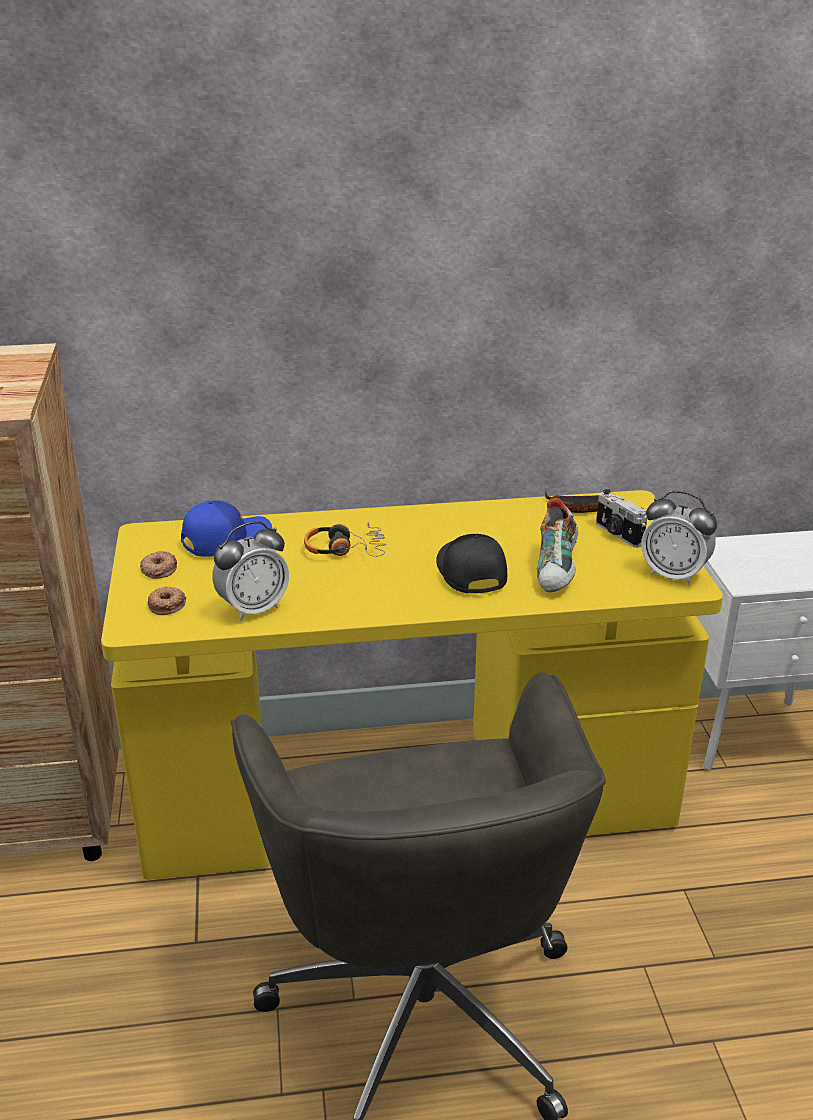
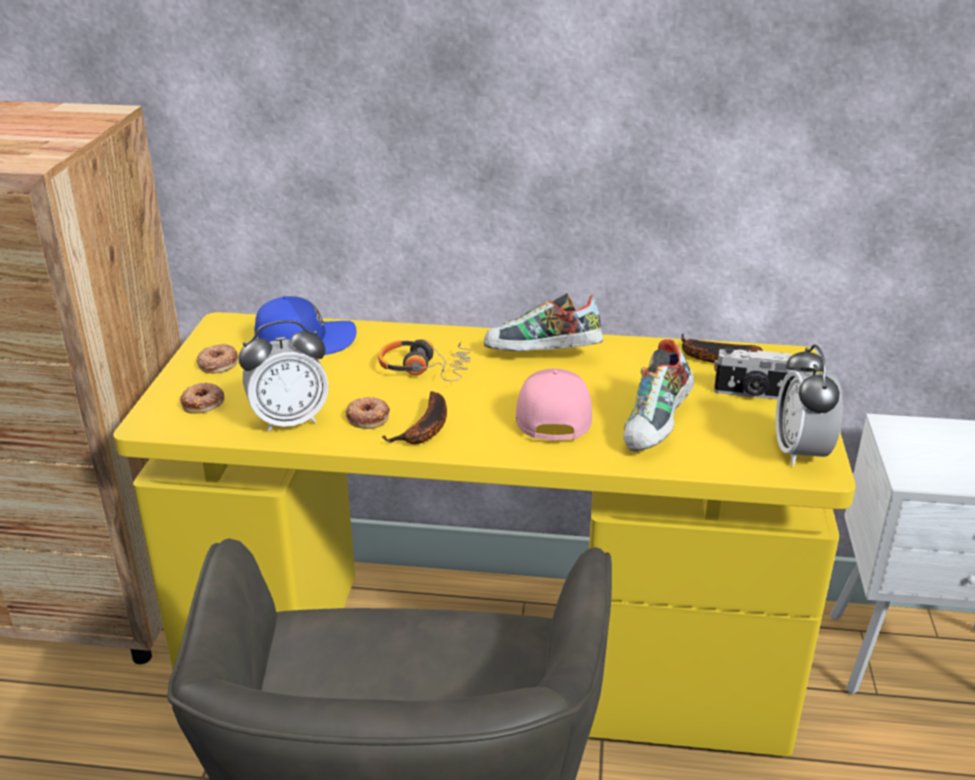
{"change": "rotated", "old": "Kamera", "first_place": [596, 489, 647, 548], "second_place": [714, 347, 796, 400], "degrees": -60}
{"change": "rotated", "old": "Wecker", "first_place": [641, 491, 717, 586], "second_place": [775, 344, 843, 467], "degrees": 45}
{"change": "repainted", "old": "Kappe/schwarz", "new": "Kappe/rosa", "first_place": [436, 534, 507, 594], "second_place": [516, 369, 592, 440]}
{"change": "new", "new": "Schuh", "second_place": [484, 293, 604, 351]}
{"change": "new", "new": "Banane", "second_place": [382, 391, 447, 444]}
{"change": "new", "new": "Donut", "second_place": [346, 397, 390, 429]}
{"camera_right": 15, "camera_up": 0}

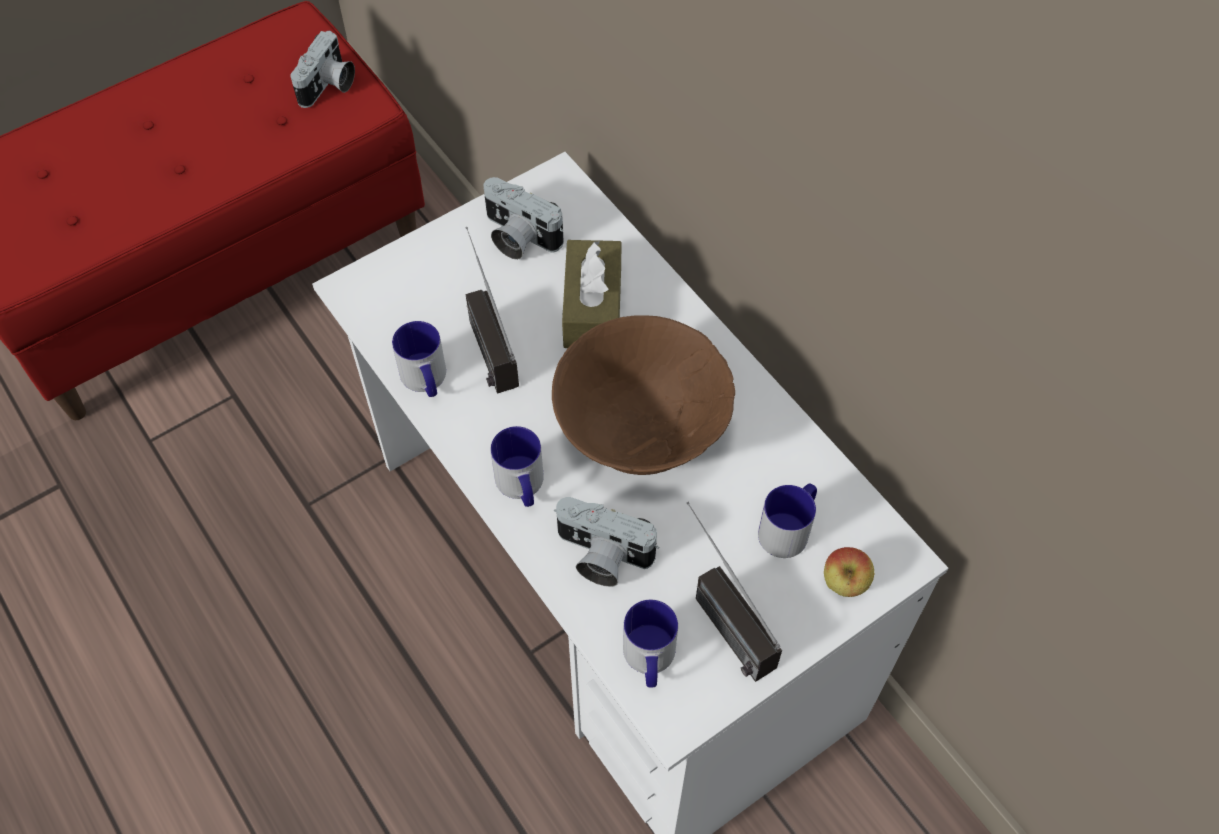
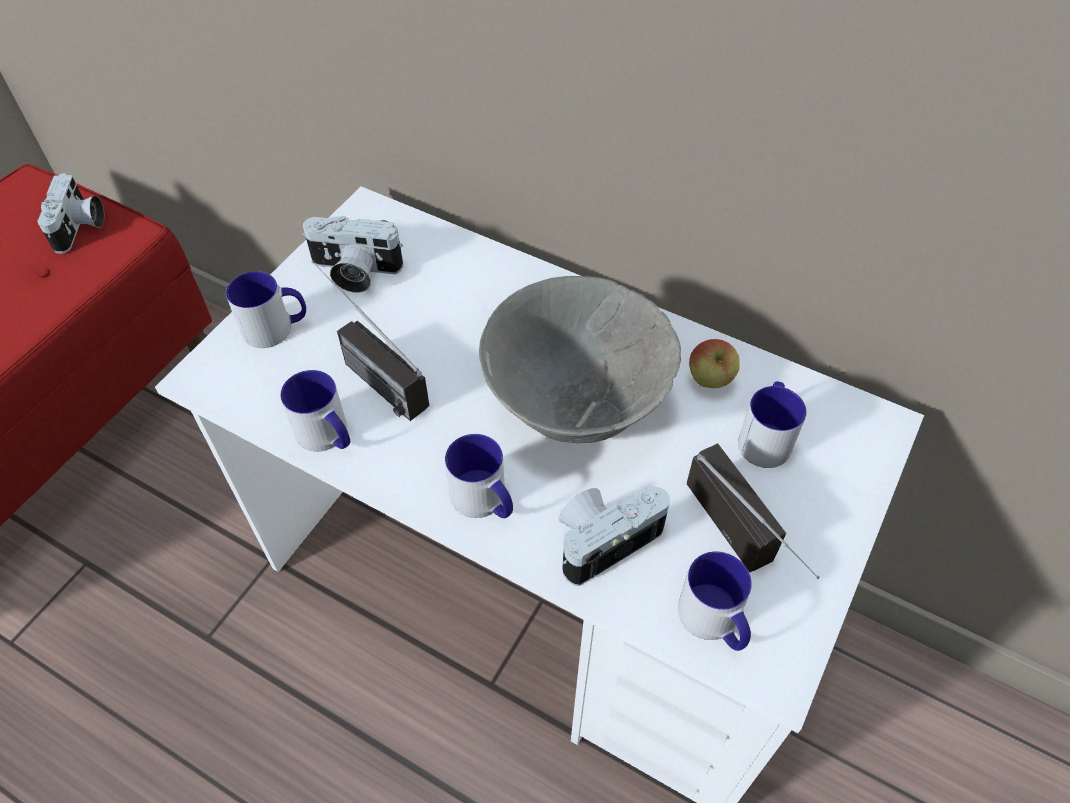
{"change": "gone", "old": "Taschentuchbox/braun", "first_place": [562, 240, 622, 348]}
{"change": "repainted", "old": "Schüssel/braun", "new": "Schüssel/grau", "first_place": [552, 316, 735, 475], "second_place": [479, 276, 681, 443]}
{"change": "rotated", "old": "Kamera", "first_place": [554, 497, 660, 587], "second_place": [559, 487, 670, 586], "degrees": 150}
{"change": "rotated", "old": "Radio", "first_place": [687, 502, 782, 682], "second_place": [687, 443, 820, 579], "degrees": -150}
{"change": "shifted", "old": "Apfel", "first_place": [824, 547, 874, 597], "second_place": [689, 339, 740, 388]}
{"change": "new", "new": "Henkelbecher", "second_place": [226, 271, 306, 348]}
{"camera_right": -25, "camera_up": -5}

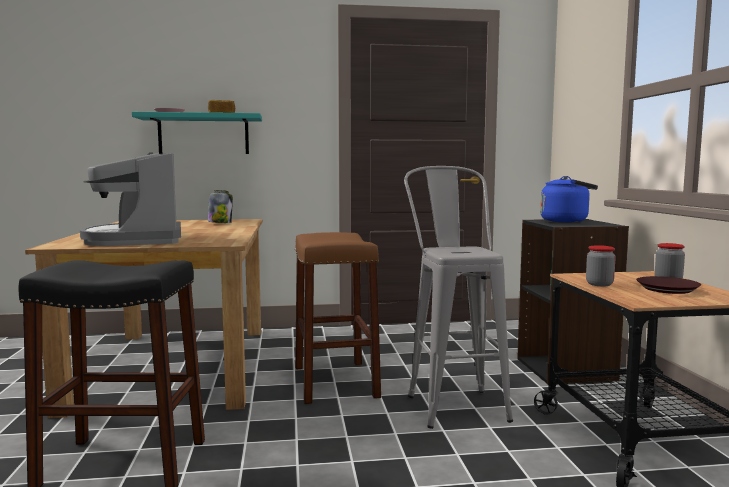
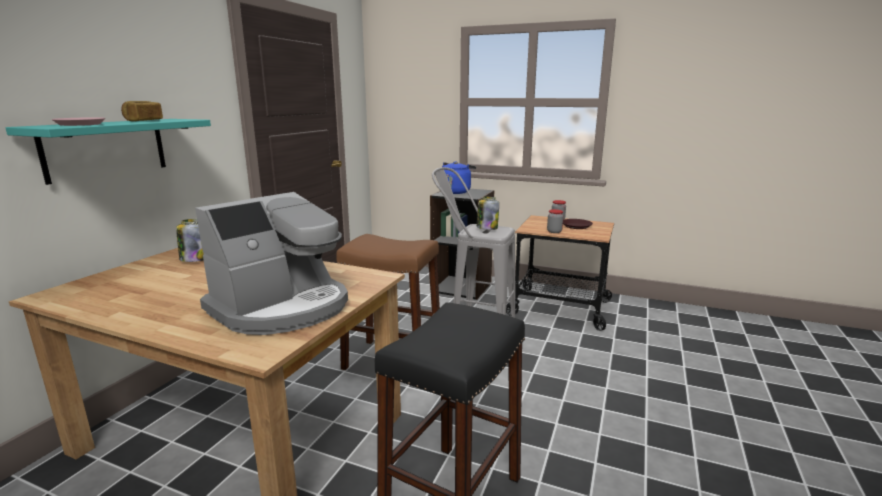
{"change": "rotated", "old": "Kaffeemaschine", "first_place": [80, 152, 181, 246], "second_place": [195, 192, 348, 335], "degrees": -60}
{"change": "new", "new": "Vorratsglas", "second_place": [477, 197, 499, 230]}
{"camera_right": -60, "camera_up": 10}

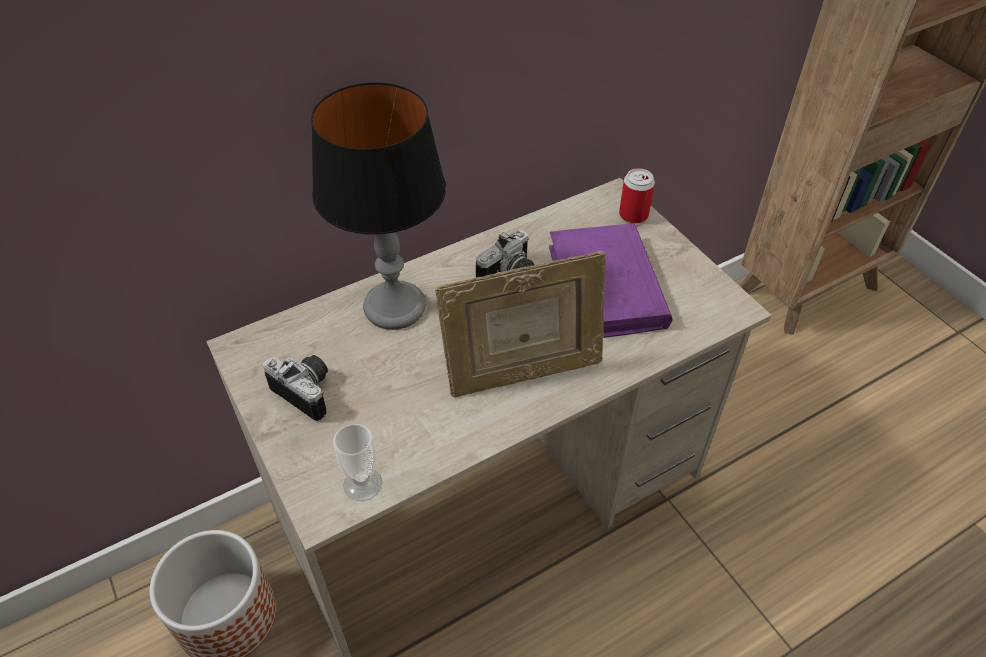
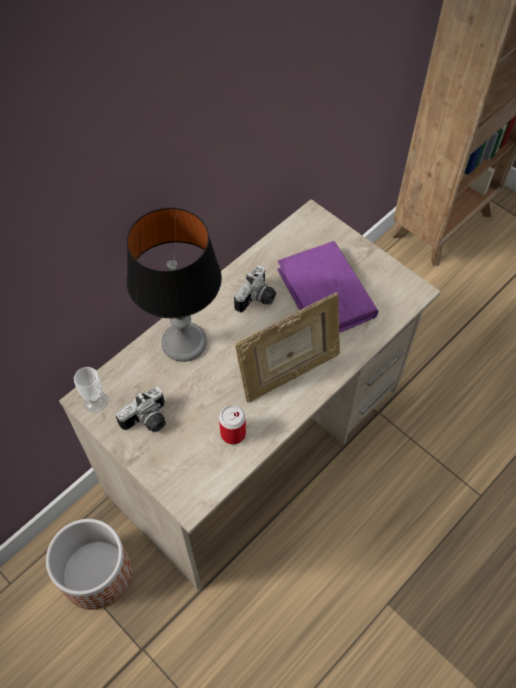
{"change": "shifted", "old": "Dose", "first_place": [619, 168, 655, 223], "second_place": [219, 405, 246, 445]}
{"change": "rotated", "old": "Kamera", "first_place": [263, 355, 328, 421], "second_place": [116, 386, 166, 432], "degrees": 120}
{"change": "shifted", "old": "Tasse", "first_place": [333, 424, 382, 501], "second_place": [74, 367, 108, 413]}
{"camera_right": -15, "camera_up": 10}

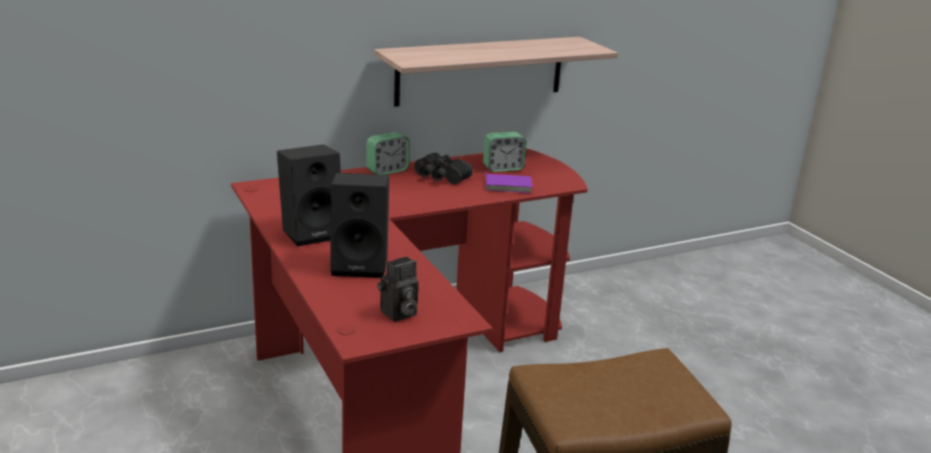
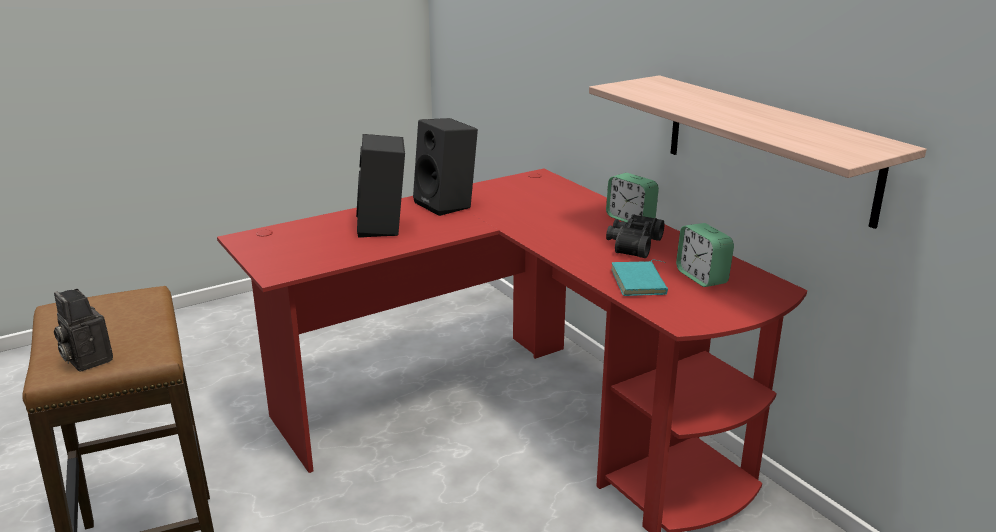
{"change": "repainted", "old": "Buch/lila", "new": "Buch/türkis", "first_place": [484, 172, 533, 193], "second_place": [611, 260, 668, 296]}
{"change": "shifted", "old": "Kamera", "first_place": [378, 256, 419, 322], "second_place": [54, 289, 113, 372]}
{"camera_right": 85, "camera_up": 0}

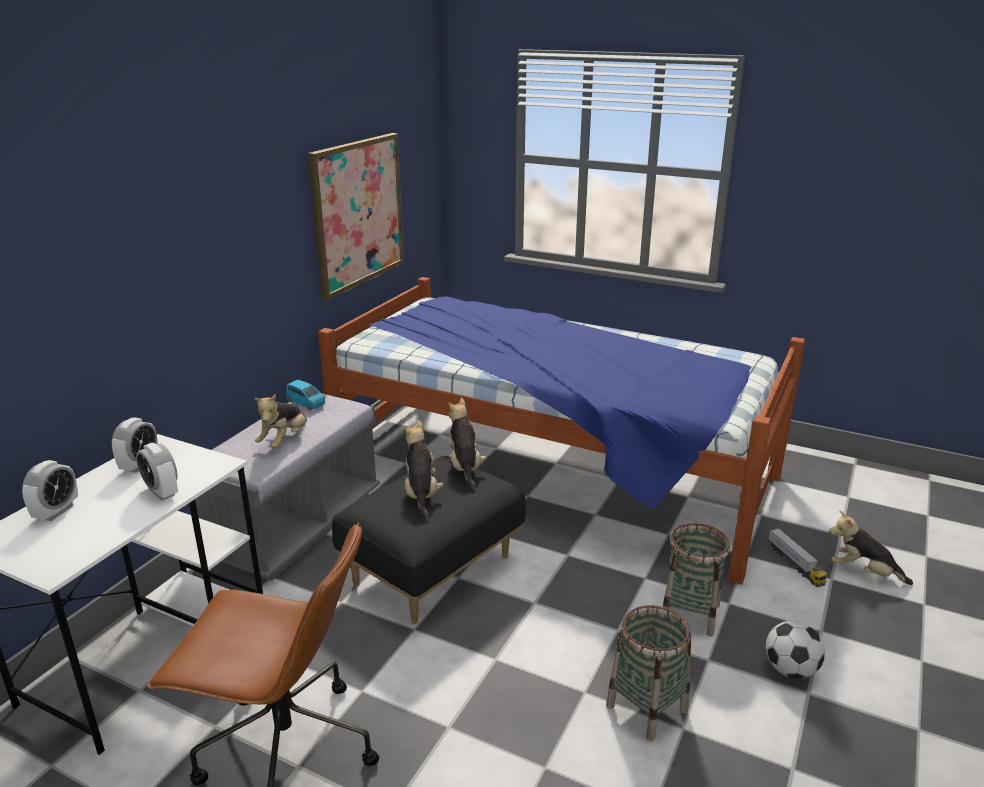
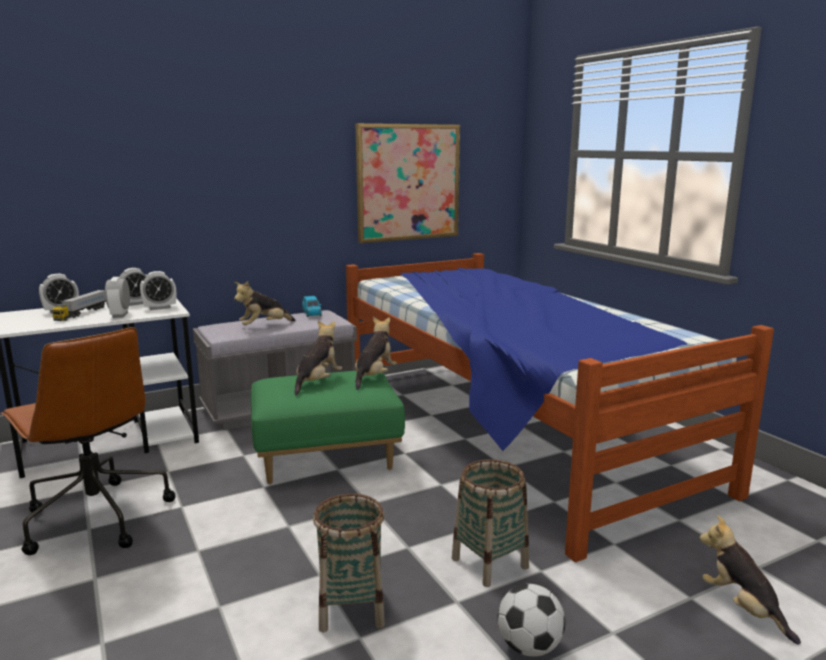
{"change": "repainted", "old": "Polsterhocker/schwarz", "new": "Polsterhocker/grün", "first_place": [332, 456, 526, 624], "second_place": [251, 371, 405, 484]}
{"change": "shifted", "old": "Spielzeuglaster", "first_place": [769, 528, 827, 587], "second_place": [52, 290, 106, 321]}
{"change": "new", "new": "Wecker", "second_place": [140, 271, 176, 310]}
{"camera_right": 35, "camera_up": -10}

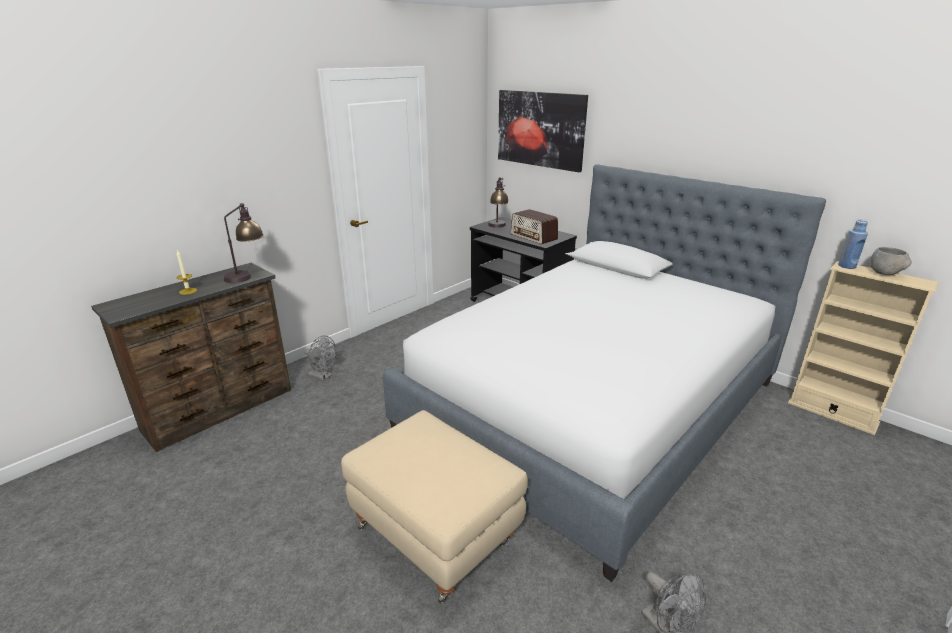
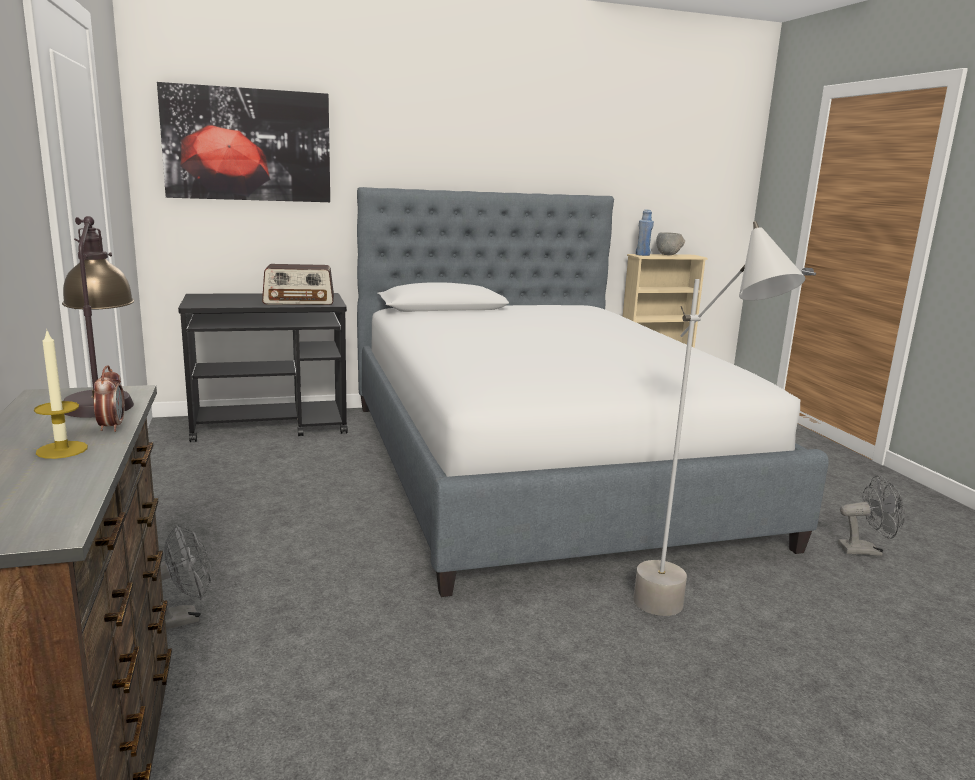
{"change": "gone", "old": "Tischlampe", "first_place": [488, 177, 509, 228]}
{"change": "swapped", "old": "Polsterhocker/beige", "new": "Stehlampe/grau", "first_place": [341, 410, 528, 604], "second_place": [633, 221, 805, 616]}
{"change": "new", "new": "Wecker", "second_place": [94, 365, 125, 432]}
{"camera_right": -60, "camera_up": -10}

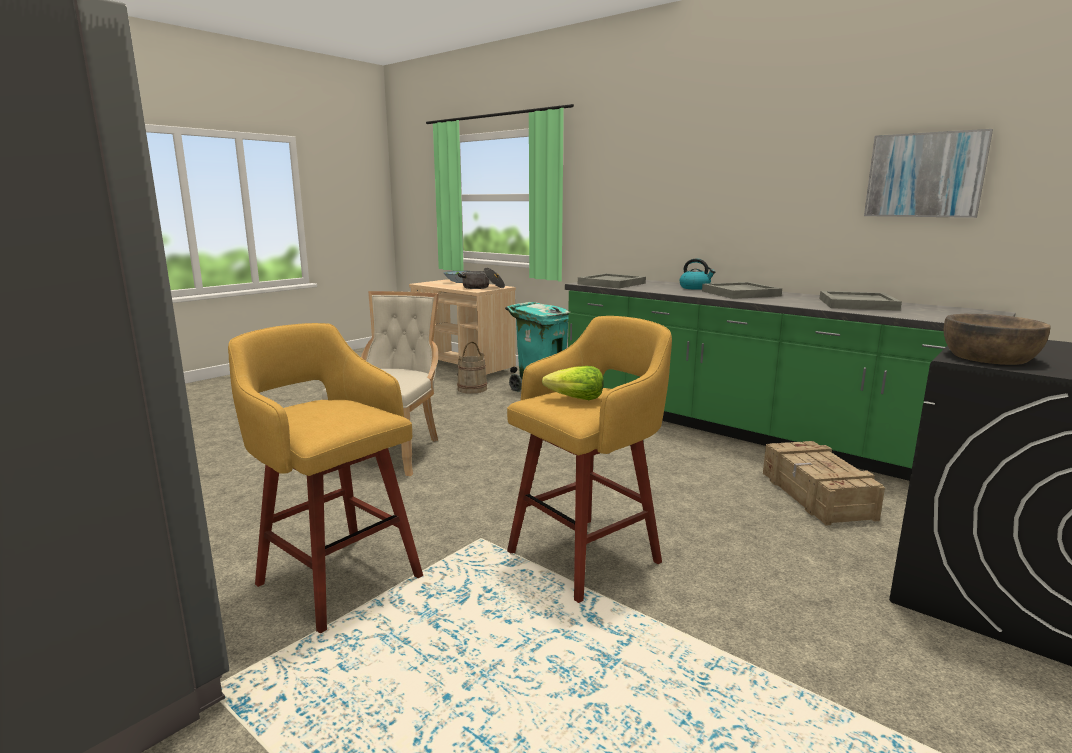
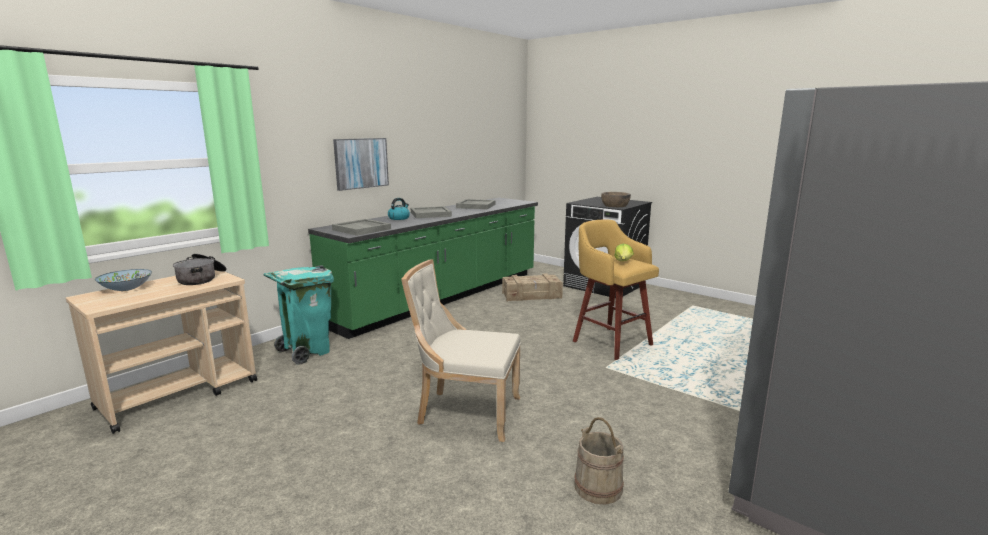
{"change": "shifted", "old": "Bild", "first_place": [864, 129, 993, 218], "second_place": [333, 138, 389, 191]}
{"change": "gone", "old": "Hocker/gelb", "first_place": [228, 323, 423, 633]}
{"change": "shifted", "old": "Eimer/beige", "first_place": [457, 342, 487, 394], "second_place": [574, 417, 624, 504]}
{"camera_right": -90, "camera_up": 0}

